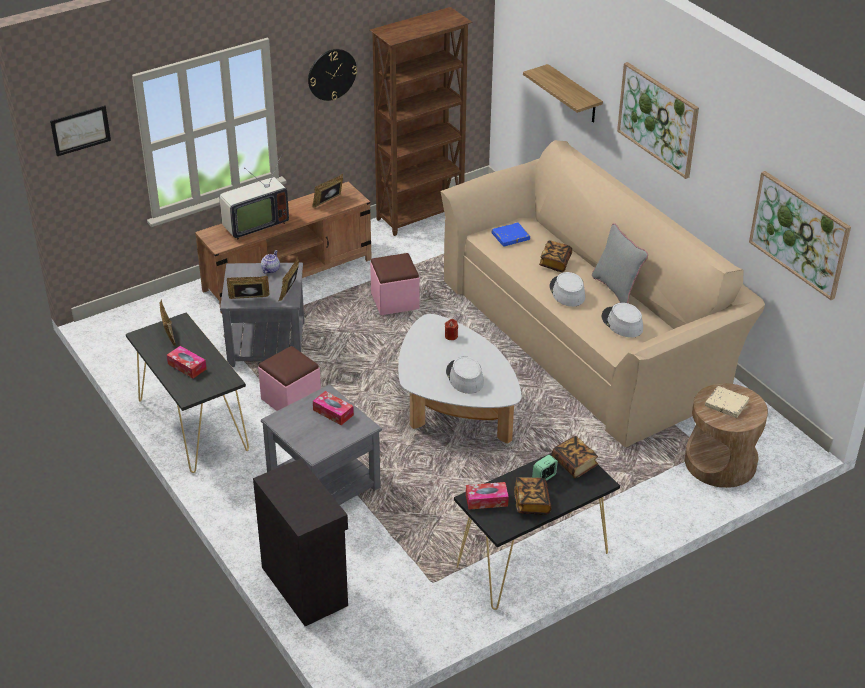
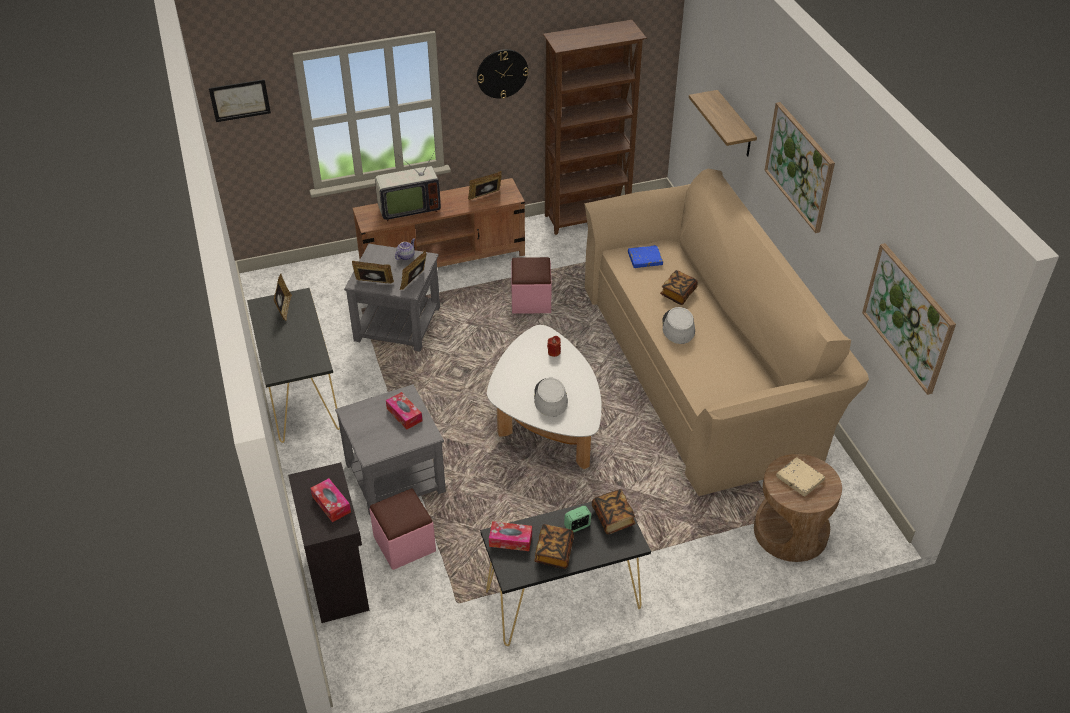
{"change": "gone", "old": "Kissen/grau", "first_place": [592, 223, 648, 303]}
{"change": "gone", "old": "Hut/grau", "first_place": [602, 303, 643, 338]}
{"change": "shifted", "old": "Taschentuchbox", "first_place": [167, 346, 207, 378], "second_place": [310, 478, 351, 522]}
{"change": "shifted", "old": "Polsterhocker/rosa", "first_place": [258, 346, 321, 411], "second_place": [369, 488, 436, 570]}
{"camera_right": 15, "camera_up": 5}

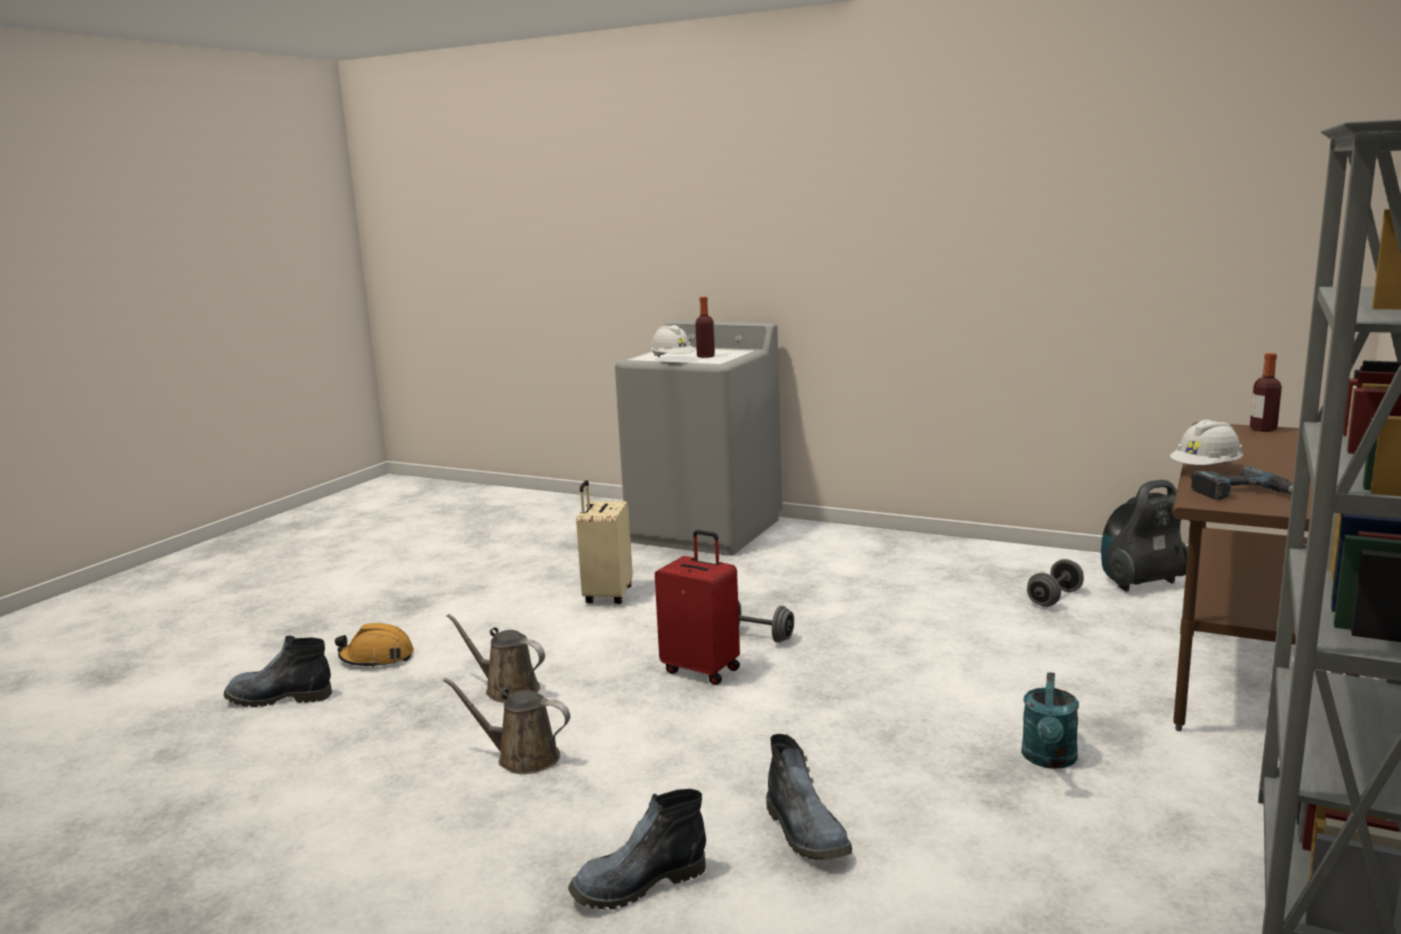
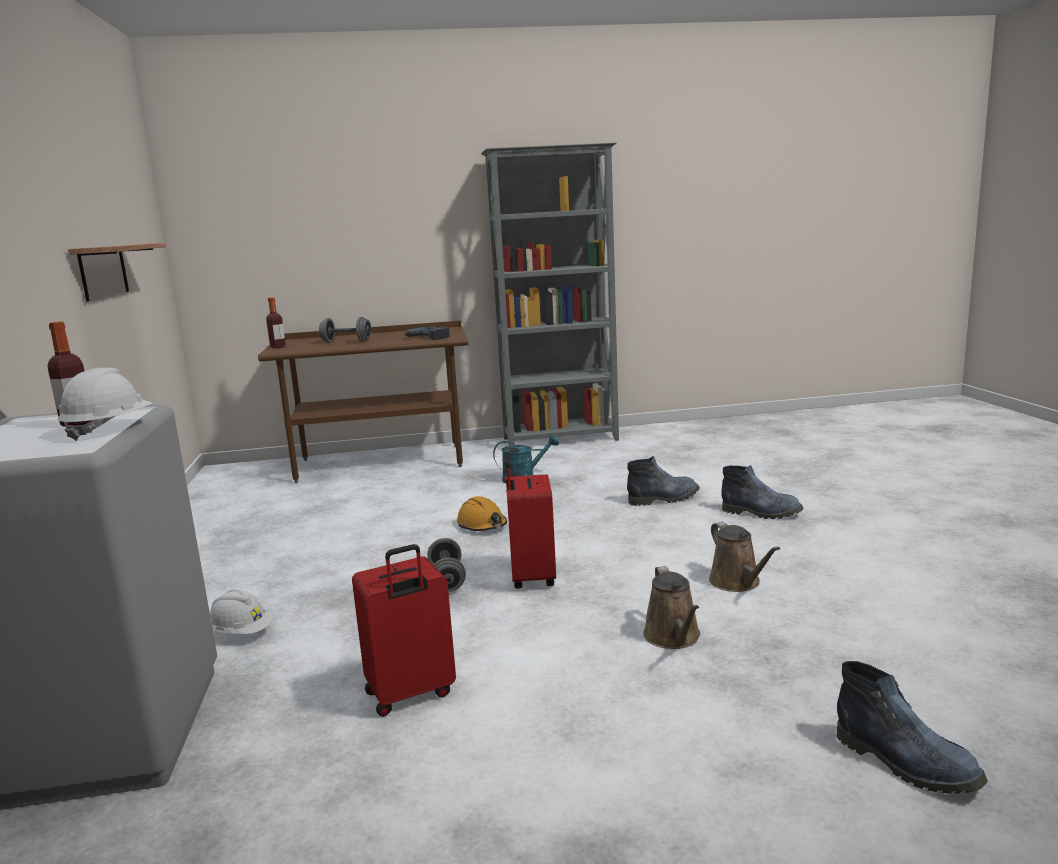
{"change": "shifted", "old": "Schutzhelm/weiß", "first_place": [1170, 419, 1243, 465], "second_place": [210, 589, 273, 634]}
{"change": "repainted", "old": "Koffer/beige", "new": "Koffer/rot", "first_place": [576, 480, 633, 604], "second_place": [352, 544, 456, 717]}
{"change": "gone", "old": "Staubsauger", "first_place": [1101, 480, 1188, 592]}
{"change": "shifted", "old": "Hantel/grau", "first_place": [1027, 559, 1084, 607], "second_place": [319, 317, 372, 343]}
{"change": "shifted", "old": "Schutzhelm/orange", "first_place": [335, 623, 414, 668], "second_place": [457, 496, 507, 531]}
{"change": "rotated", "old": "Stiefel", "first_place": [766, 734, 852, 860], "second_place": [627, 456, 700, 506], "degrees": 45}
{"change": "new", "new": "Wandregal", "second_place": [68, 242, 166, 302]}
{"camera_right": -125, "camera_up": 0}

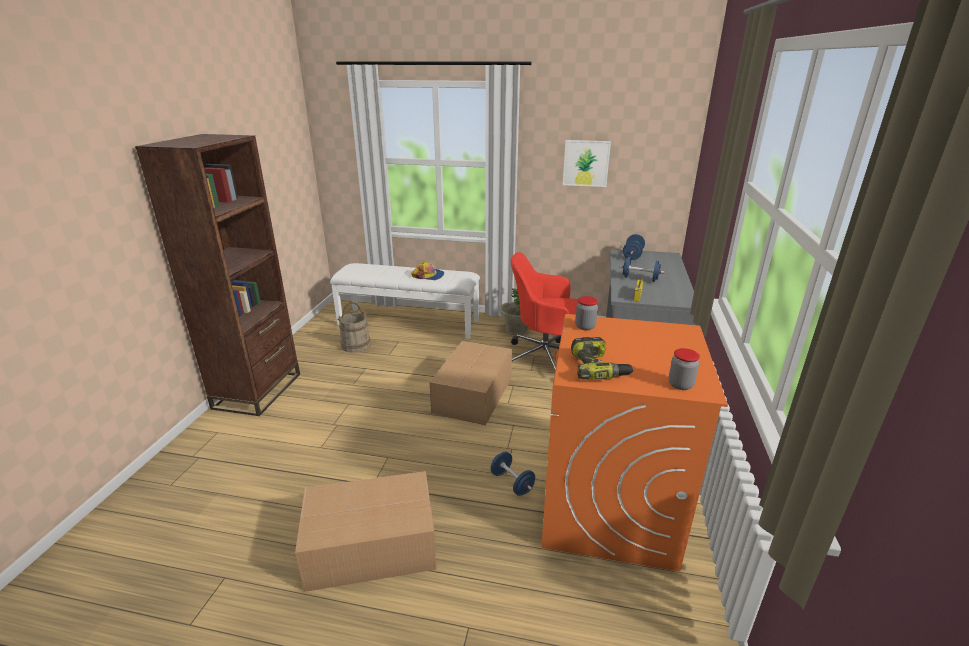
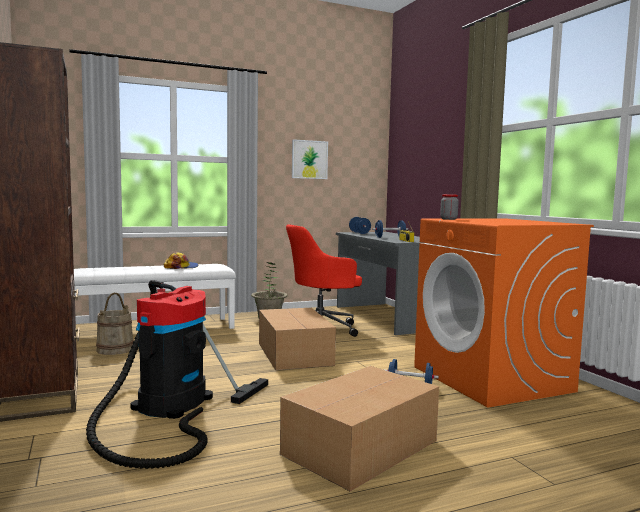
{"change": "gone", "old": "Bohrmaschine", "first_place": [571, 337, 634, 380]}
{"change": "gone", "old": "Vorratsglas", "first_place": [669, 348, 700, 390]}
{"change": "new", "new": "Staubsauger", "second_place": [86, 280, 268, 469]}
{"camera_right": -35, "camera_up": -20}

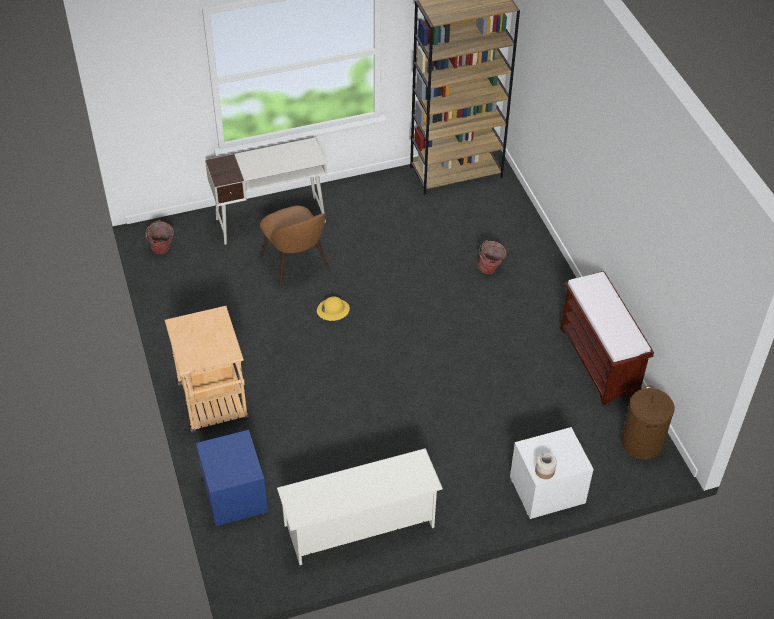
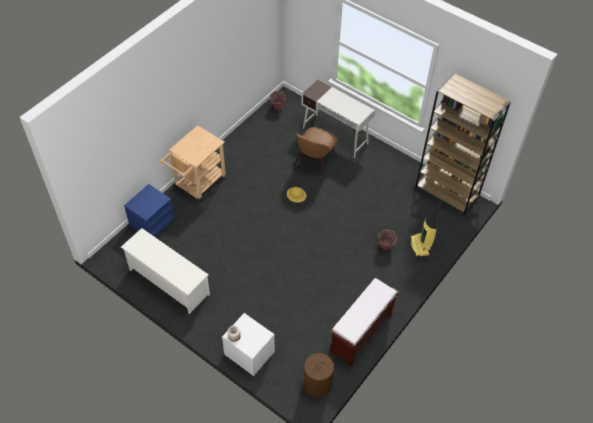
{"change": "new", "new": "Staubsauger", "second_place": [411, 201, 442, 258]}
{"camera_right": 55, "camera_up": 5}

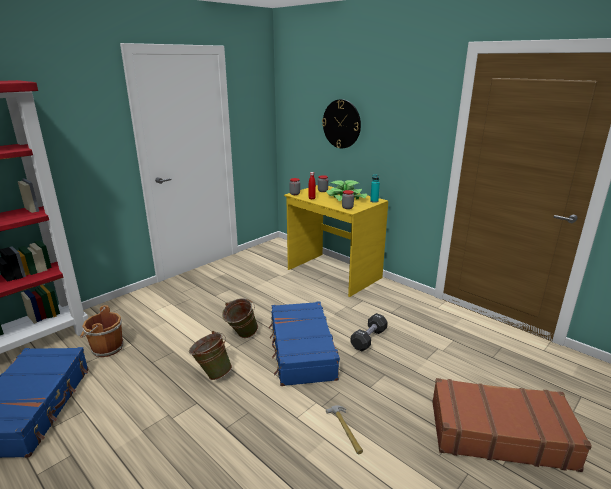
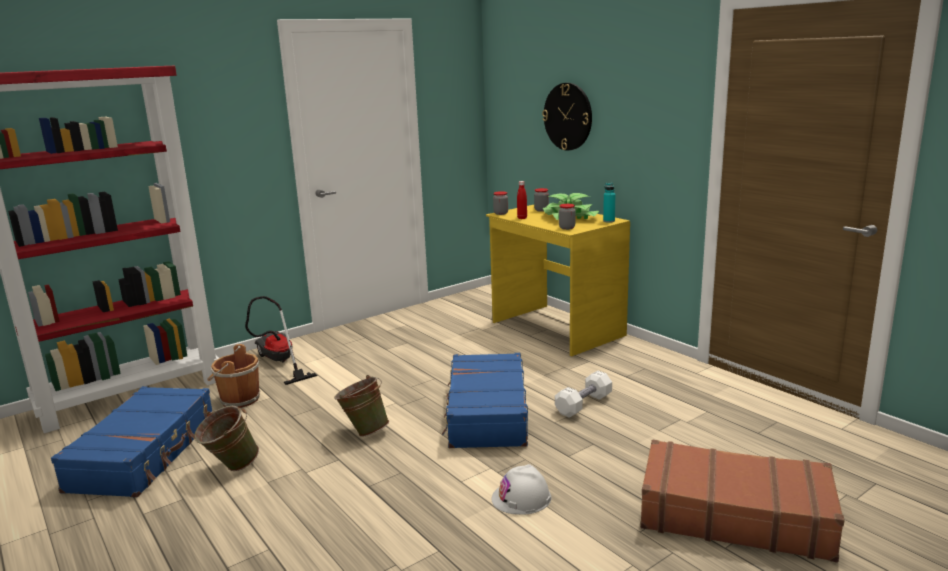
{"change": "shifted", "old": "Eimer/grün", "first_place": [222, 298, 258, 338], "second_place": [194, 406, 259, 471]}
{"change": "repainted", "old": "Hantel/schwarz", "new": "Hantel/weiß", "first_place": [350, 313, 388, 351], "second_place": [555, 370, 612, 418]}
{"change": "swapped", "old": "Hammer", "new": "Schutzhelm/weiß", "first_place": [326, 405, 363, 454], "second_place": [491, 464, 552, 515]}
{"change": "new", "new": "Staubsauger", "second_place": [245, 296, 317, 385]}
{"camera_right": 10, "camera_up": -5}

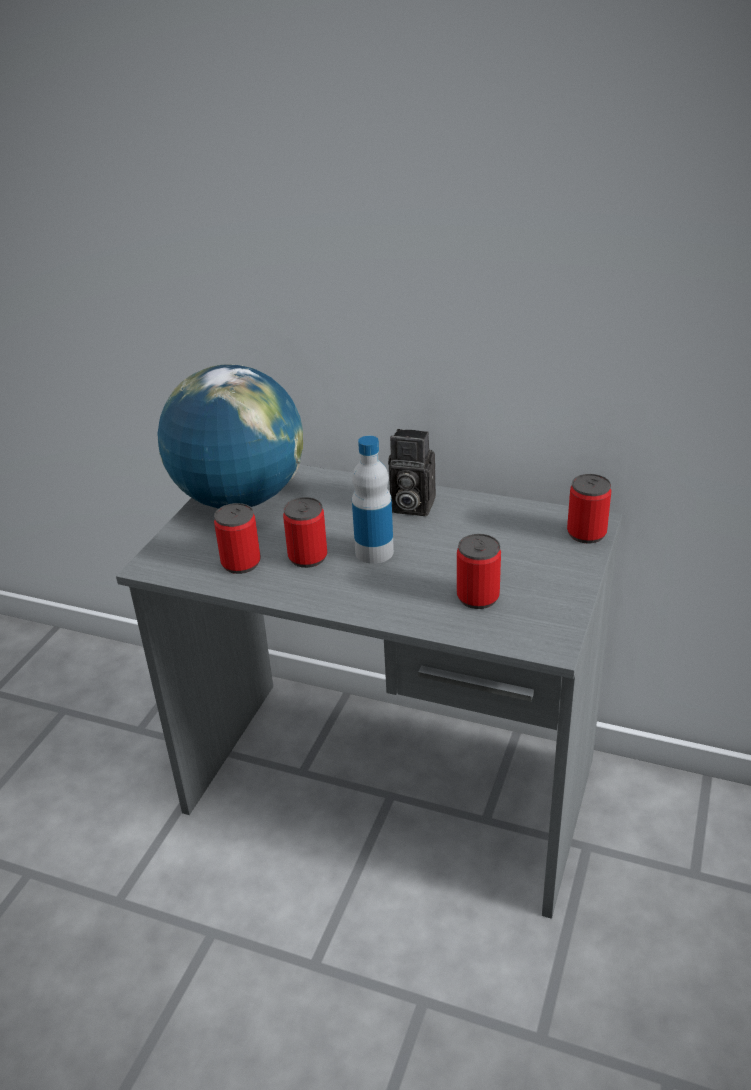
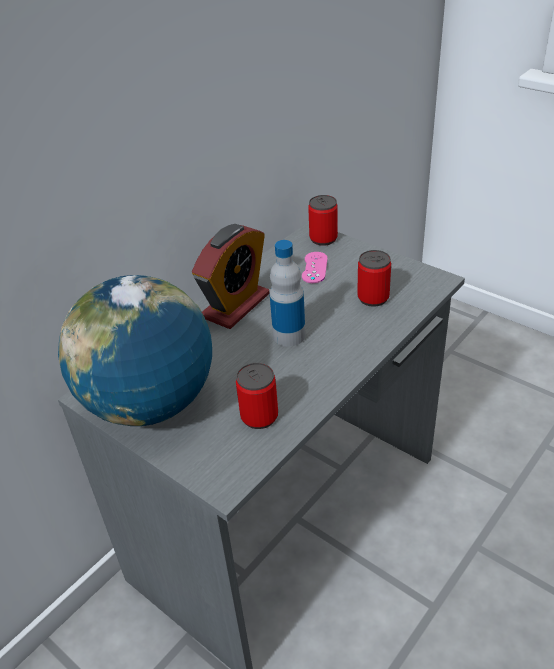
{"change": "swapped", "old": "Kamera", "new": "Wecker", "first_place": [388, 429, 436, 516], "second_place": [192, 224, 270, 329]}
{"change": "gone", "old": "Dose", "first_place": [283, 497, 327, 568]}
{"change": "new", "new": "Gamepad/rosa", "second_place": [302, 252, 328, 283]}
{"camera_right": -70, "camera_up": 5}

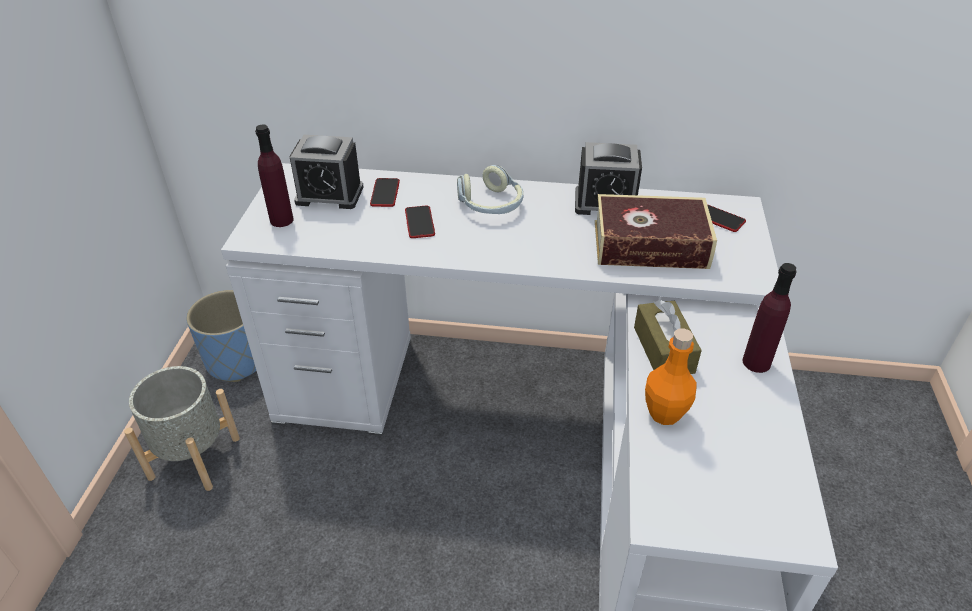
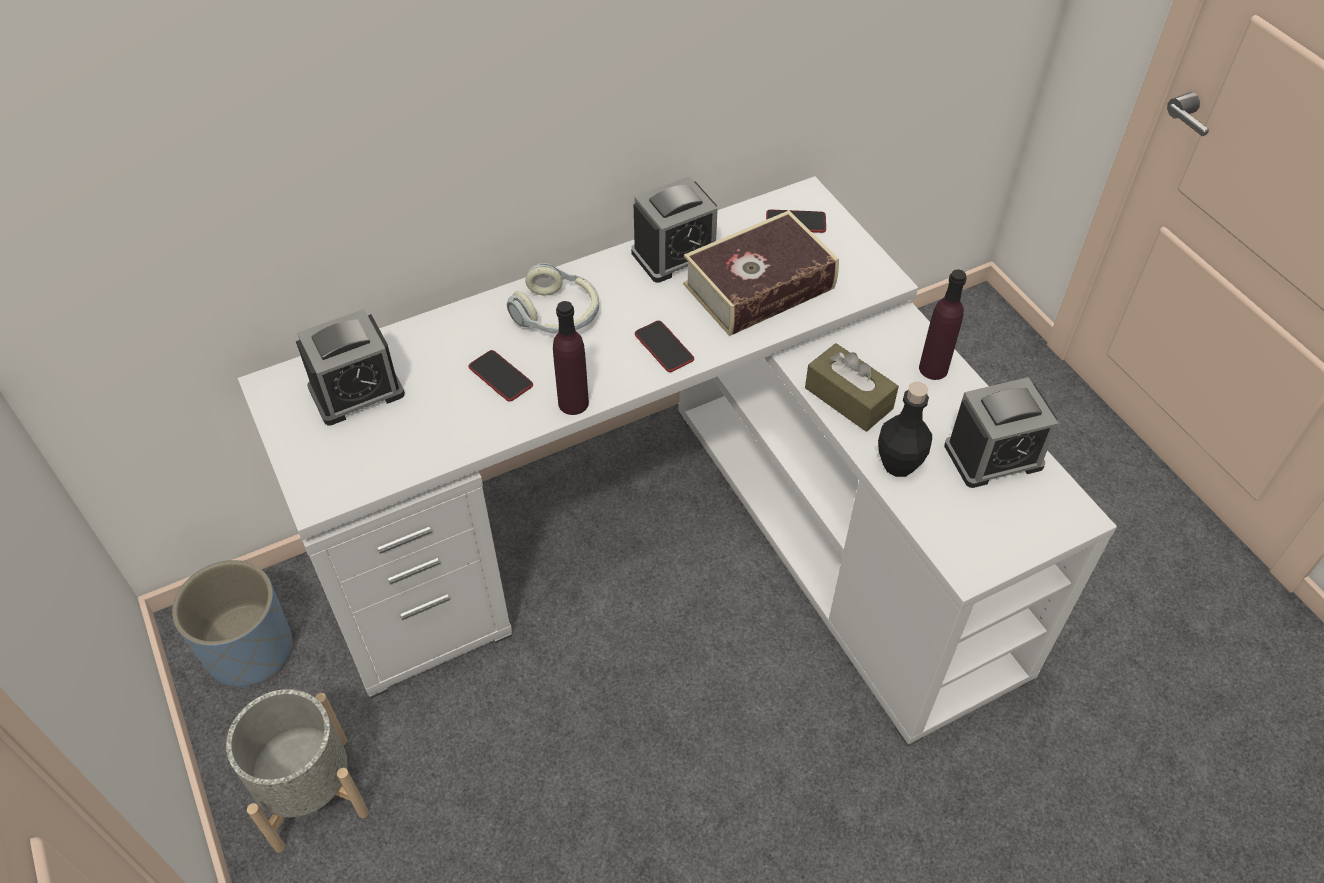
{"change": "shifted", "old": "Flasche/lila", "first_place": [255, 125, 294, 227], "second_place": [553, 301, 589, 415]}
{"change": "shifted", "old": "Handy", "first_place": [370, 178, 400, 207], "second_place": [635, 321, 694, 372]}
{"change": "repainted", "old": "Flasche/orange", "new": "Flasche/schwarz", "first_place": [645, 329, 697, 425], "second_place": [878, 382, 932, 477]}
{"change": "new", "new": "Wecker", "second_place": [944, 377, 1058, 488]}
{"camera_right": -35, "camera_up": 10}

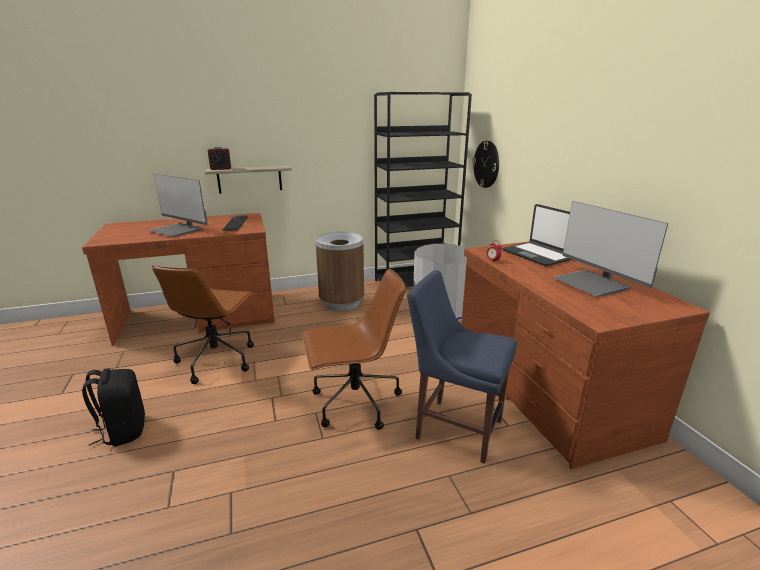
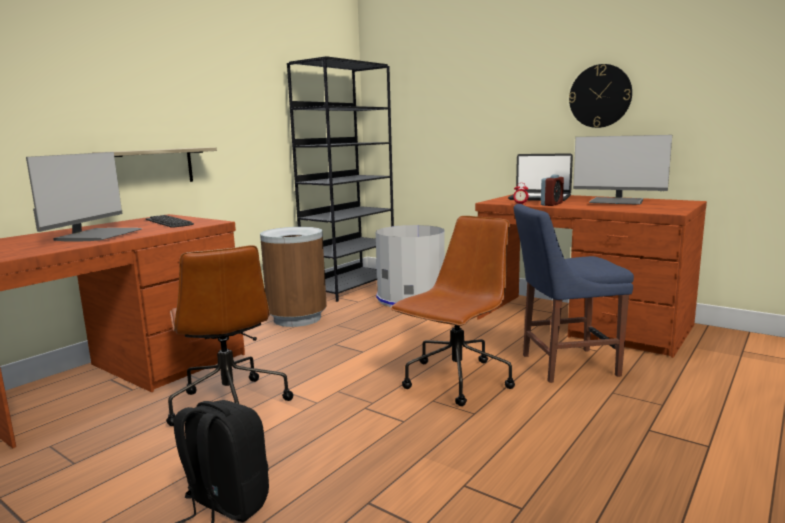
{"change": "shifted", "old": "Wanduhr", "first_place": [472, 141, 499, 188], "second_place": [569, 64, 632, 128]}
{"change": "shifted", "old": "Wecker", "first_place": [208, 146, 231, 170], "second_place": [541, 175, 564, 206]}
{"change": "rotated", "old": "Monitor", "first_place": [149, 174, 208, 237], "second_place": [26, 152, 142, 242], "degrees": -75}
{"camera_right": -35, "camera_up": -10}

